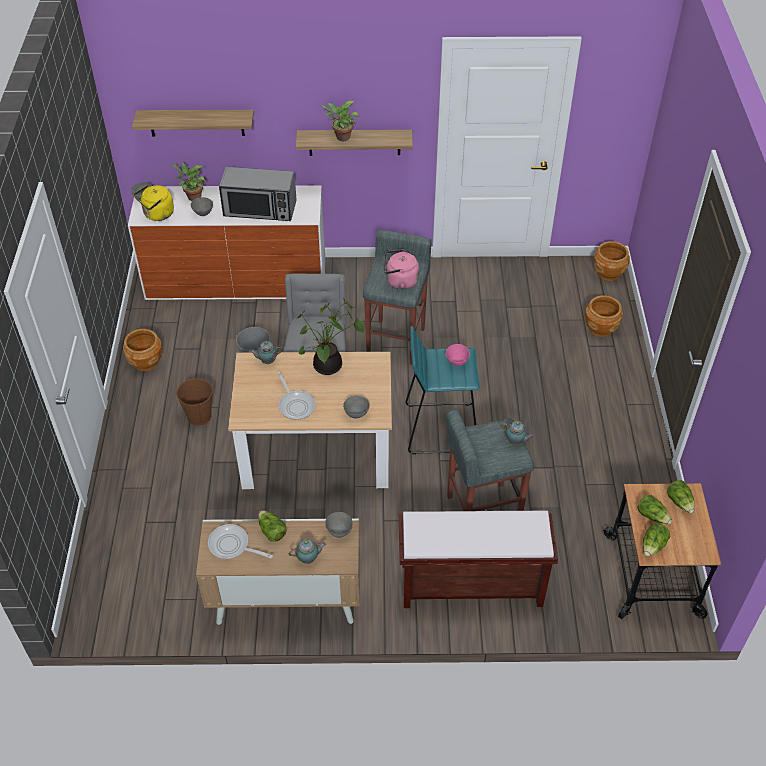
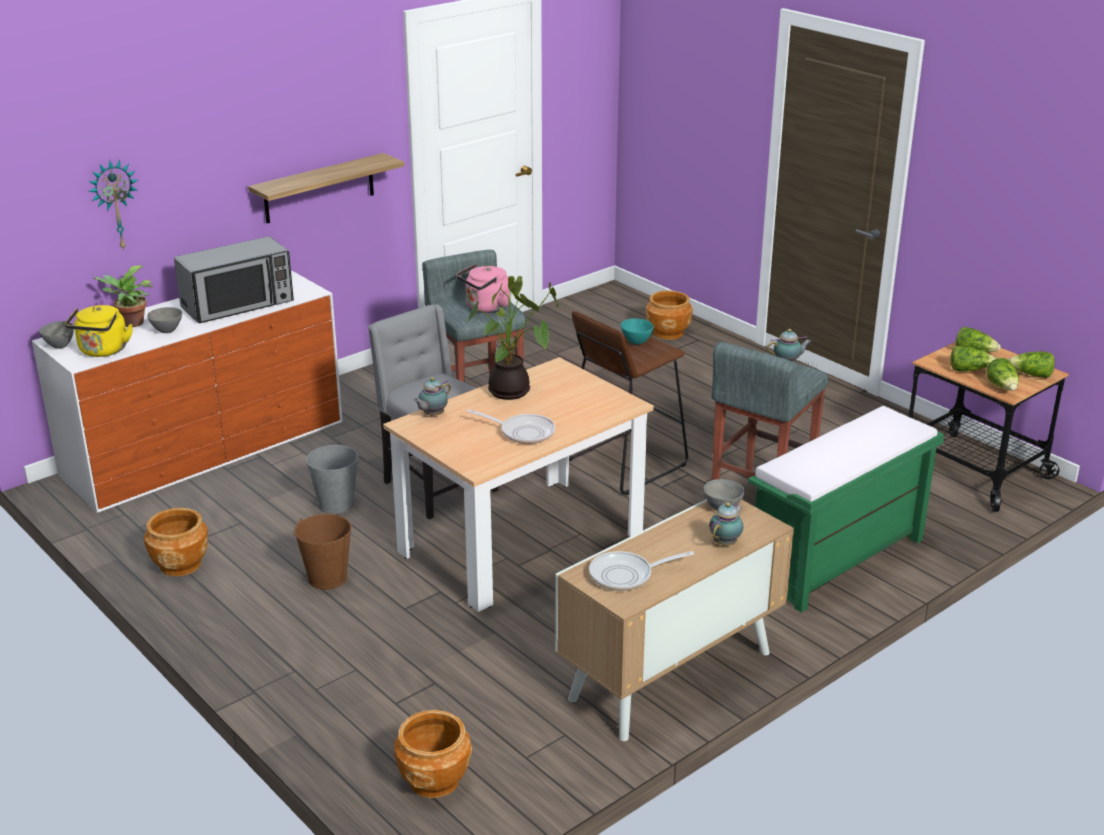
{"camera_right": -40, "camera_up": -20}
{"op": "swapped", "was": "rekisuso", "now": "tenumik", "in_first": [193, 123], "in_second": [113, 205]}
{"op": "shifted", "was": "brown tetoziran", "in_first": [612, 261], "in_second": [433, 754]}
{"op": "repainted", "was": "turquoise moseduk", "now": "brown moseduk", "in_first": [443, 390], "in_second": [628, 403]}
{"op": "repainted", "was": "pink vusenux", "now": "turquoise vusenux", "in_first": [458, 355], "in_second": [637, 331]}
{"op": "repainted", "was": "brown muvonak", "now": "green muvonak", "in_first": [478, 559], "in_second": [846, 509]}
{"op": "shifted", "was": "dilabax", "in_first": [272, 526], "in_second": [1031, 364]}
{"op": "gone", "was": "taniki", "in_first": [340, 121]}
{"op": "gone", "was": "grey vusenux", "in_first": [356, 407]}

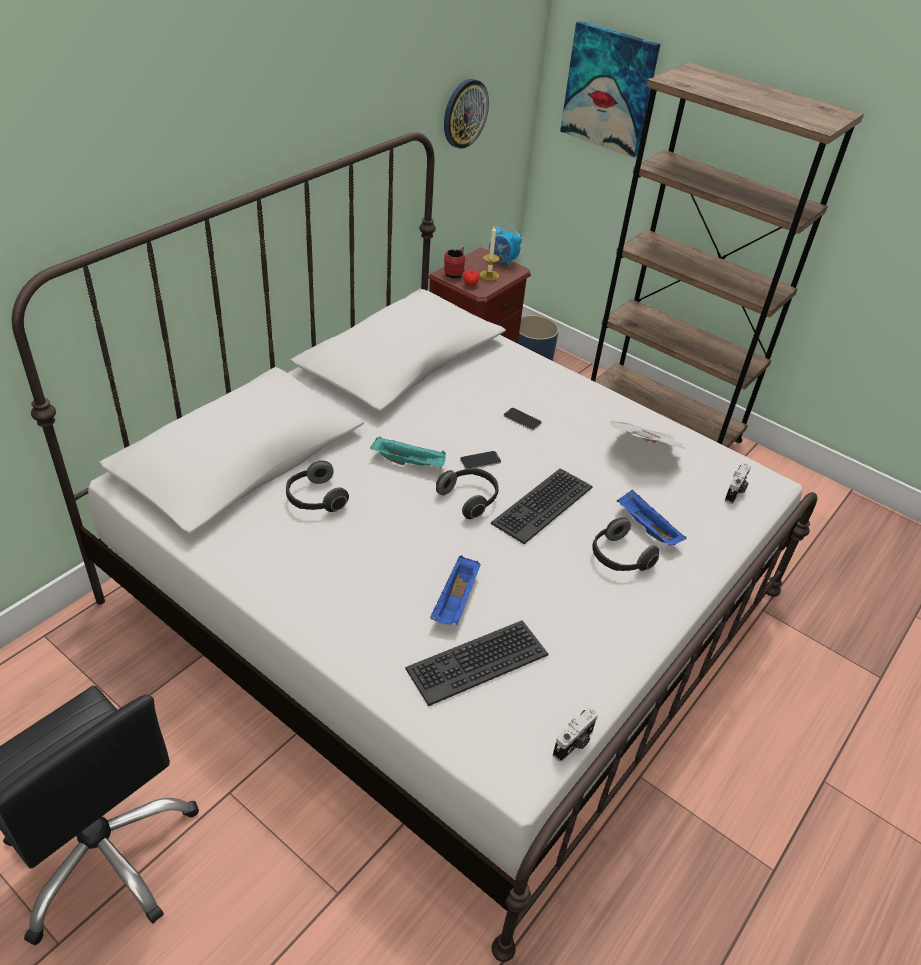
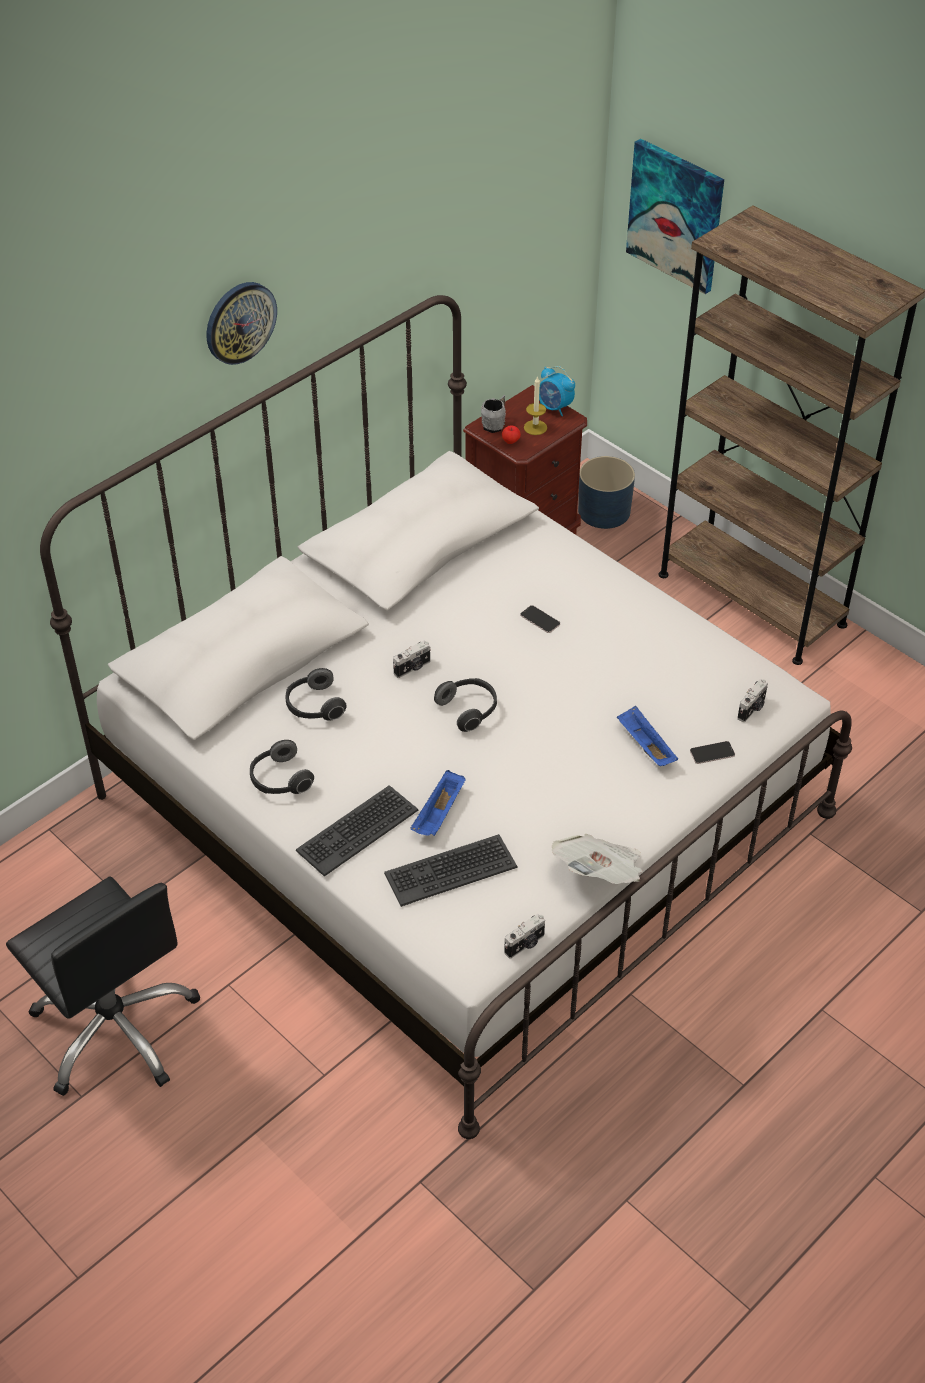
{"camera_right": 10, "camera_up": 5}
{"op": "shifted", "was": "tenumik", "in_first": [466, 114], "in_second": [241, 323]}
{"op": "shifted", "was": "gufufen", "in_first": [625, 544], "in_second": [282, 767]}
{"op": "shifted", "was": "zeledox", "in_first": [541, 506], "in_second": [357, 831]}
{"op": "swapped", "was": "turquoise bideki", "now": "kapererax", "in_first": [408, 452], "in_second": [412, 659]}
{"op": "repainted", "was": "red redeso", "now": "grey redeso", "in_first": [454, 263], "in_second": [493, 414]}
{"op": "shifted", "was": "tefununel", "in_first": [648, 435], "in_second": [597, 859]}
{"op": "shifted", "was": "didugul", "in_first": [480, 460], "in_second": [712, 752]}

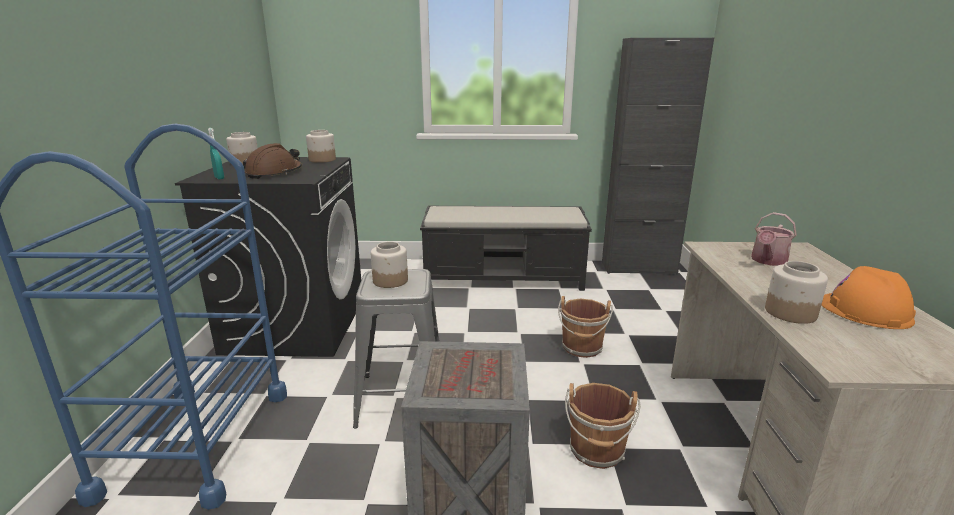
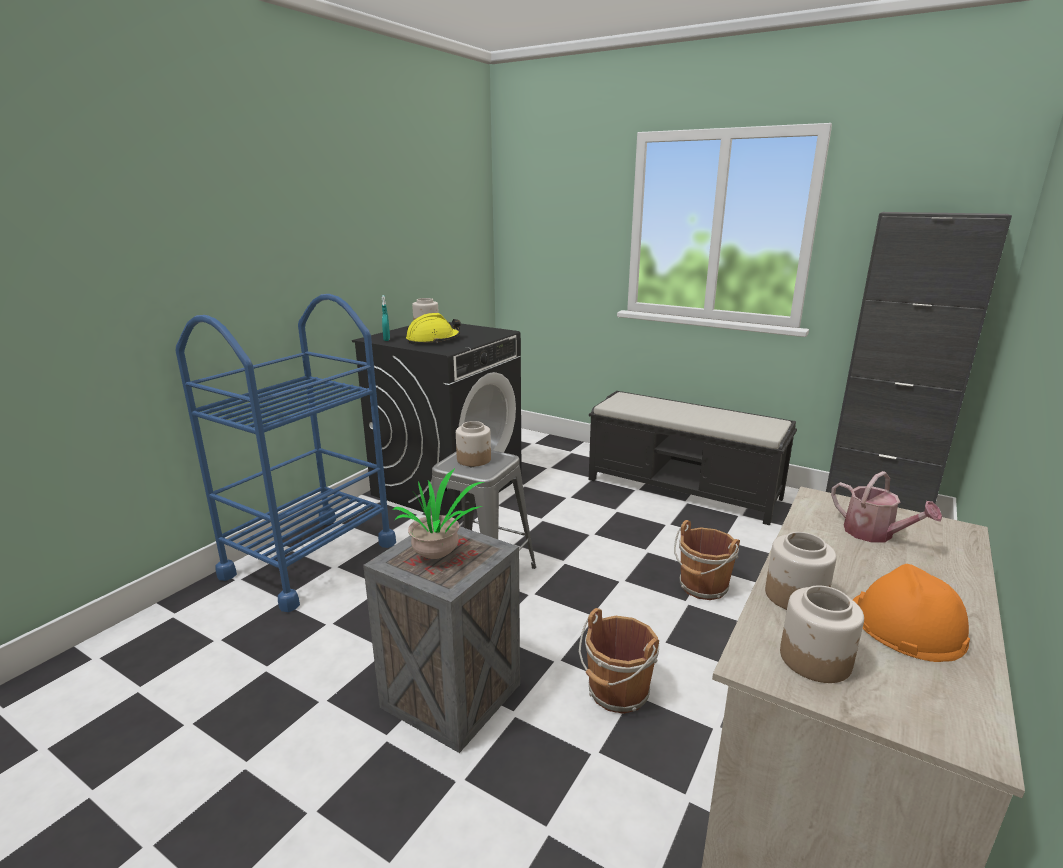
{"camera_right": 30, "camera_up": 0}
{"op": "new", "now": "taniki", "in_second": [438, 513]}
{"op": "repainted", "was": "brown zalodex", "now": "yellow zalodex", "in_first": [272, 161], "in_second": [433, 328]}
{"op": "shifted", "was": "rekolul", "in_first": [321, 146], "in_second": [822, 634]}
{"op": "rotated", "was": "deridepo", "in_first": [774, 239], "in_second": [886, 506], "clockwise": -105}

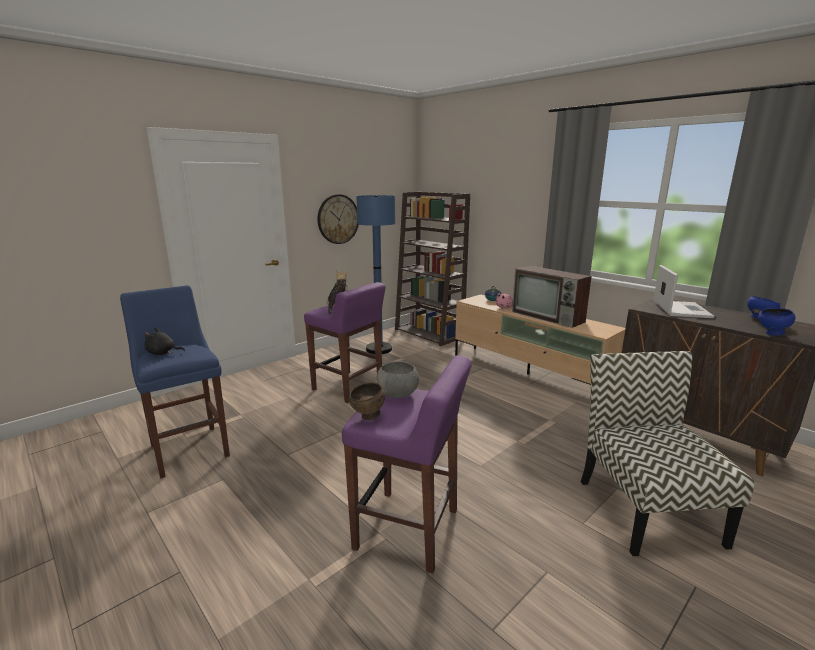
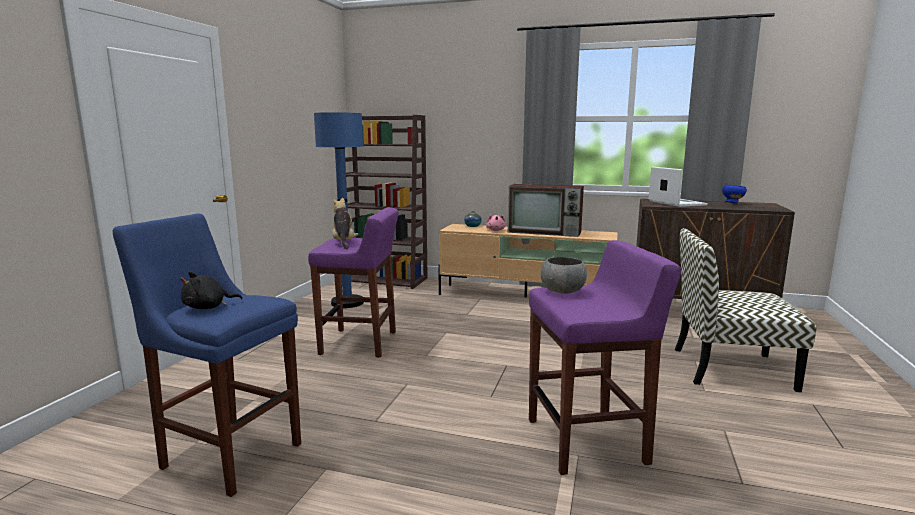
{"camera_right": -30, "camera_up": -5}
{"op": "rotated", "was": "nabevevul", "in_first": [667, 453], "in_second": [745, 310], "clockwise": -45}
{"op": "gone", "was": "tenumik", "in_first": [338, 219]}
{"op": "gone", "was": "brown vusenux", "in_first": [367, 401]}
{"op": "gone", "was": "blue vusenux", "in_first": [776, 322]}

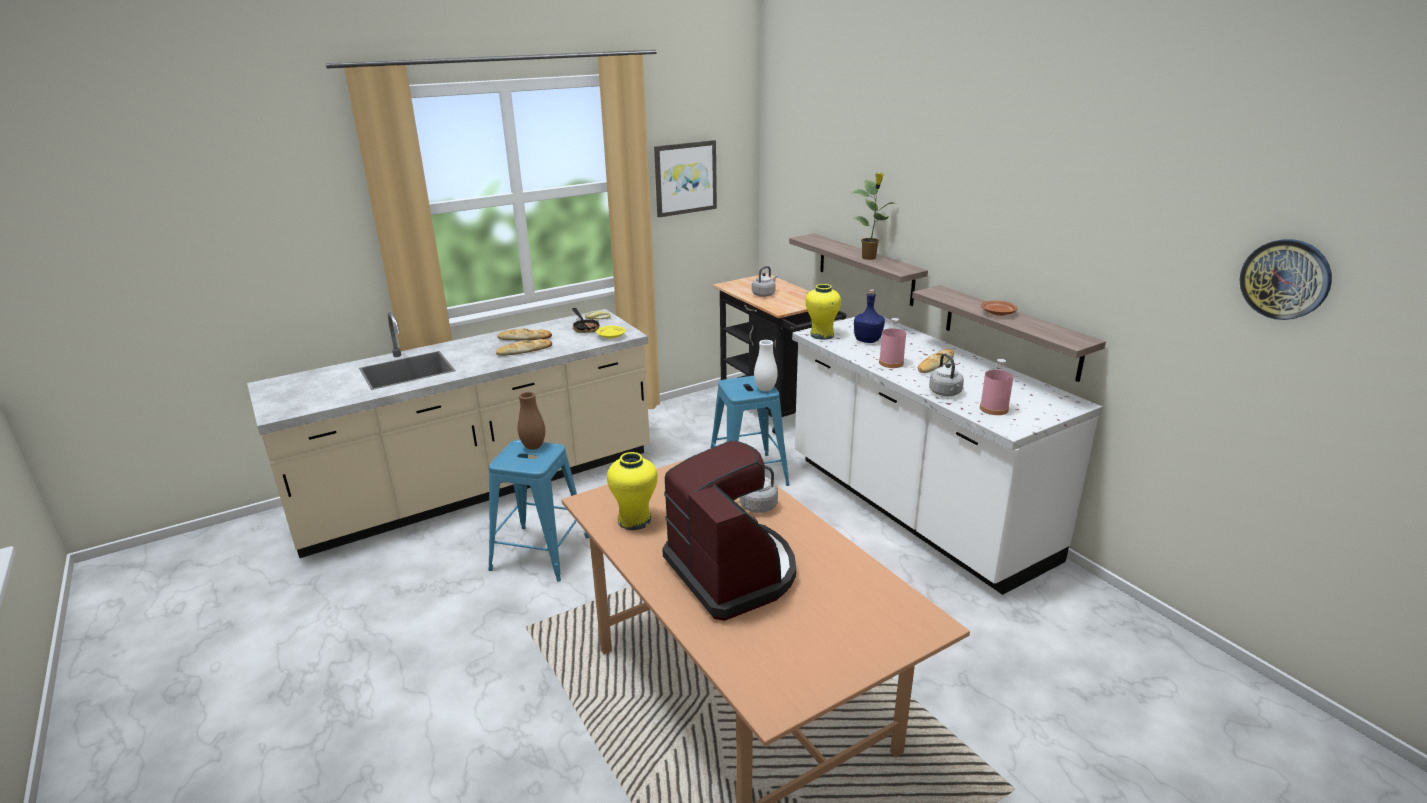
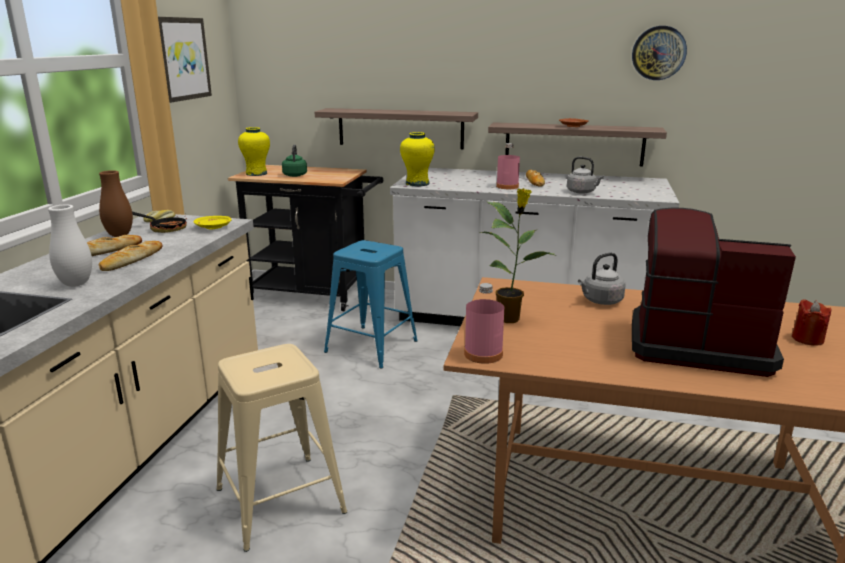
{"camera_right": -45, "camera_up": -5}
{"op": "shifted", "was": "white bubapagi", "in_first": [766, 365], "in_second": [70, 245]}
{"op": "shifted", "was": "brown bubapagi", "in_first": [531, 421], "in_second": [116, 203]}
{"op": "repainted", "was": "blue moseduk", "now": "beige moseduk", "in_first": [538, 511], "in_second": [281, 448]}
{"op": "shifted", "was": "yellow bubapagi", "in_first": [632, 491], "in_second": [254, 151]}
{"op": "repainted", "was": "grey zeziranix", "now": "green zeziranix", "in_first": [764, 281], "in_second": [294, 160]}
{"op": "shifted", "was": "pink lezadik", "in_first": [996, 387], "in_second": [484, 323]}
{"op": "shifted", "was": "taniki", "in_first": [872, 216], "in_second": [519, 255]}
{"op": "shifted", "was": "tenumik", "in_first": [1286, 279], "in_second": [659, 53]}
{"op": "new", "now": "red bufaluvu", "in_second": [812, 322]}
{"op": "gone", "was": "blue lezadik", "in_first": [869, 316]}

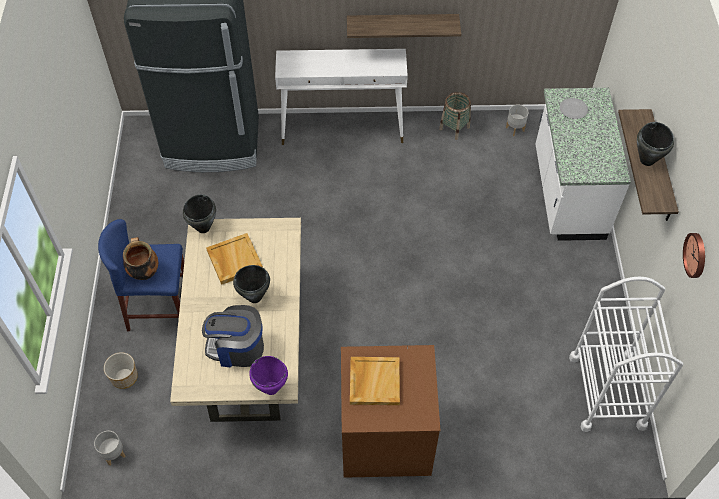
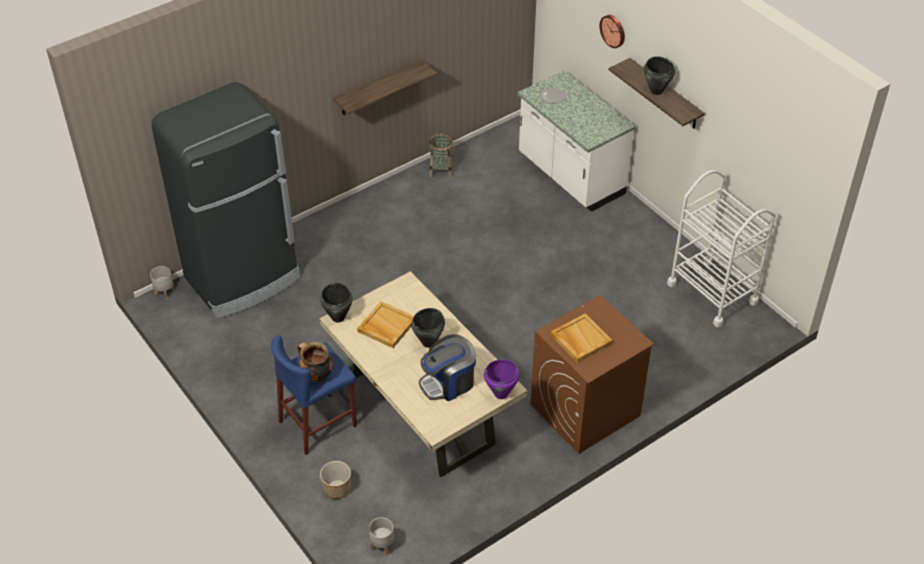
{"camera_right": -35, "camera_up": -10}
{"op": "shifted", "was": "grey tetoziran", "in_first": [517, 120], "in_second": [162, 283]}
{"op": "shifted", "was": "tenumik", "in_first": [694, 255], "in_second": [612, 31]}
{"op": "gone", "was": "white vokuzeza", "in_first": [341, 97]}

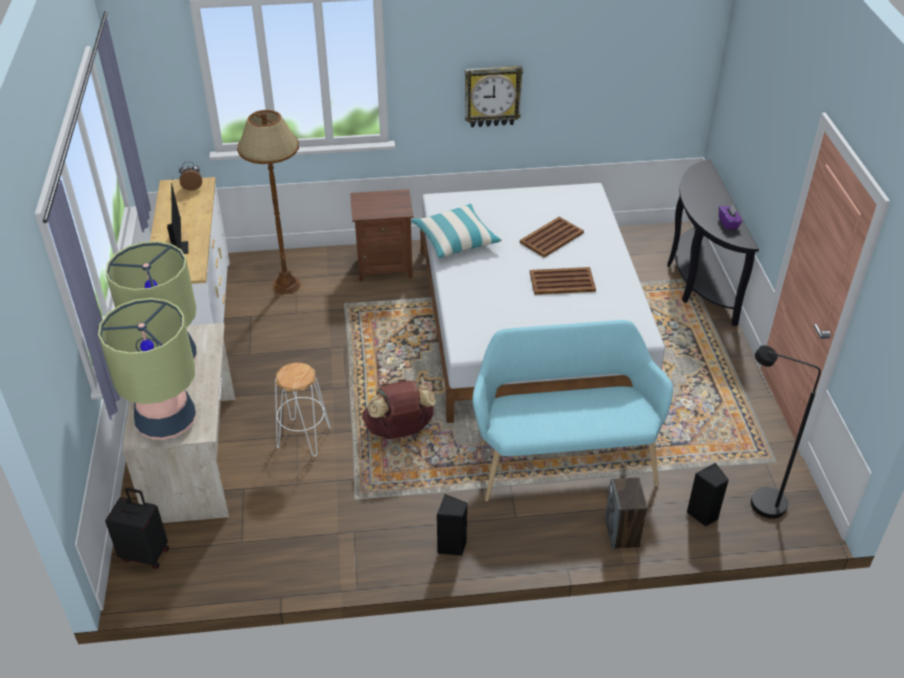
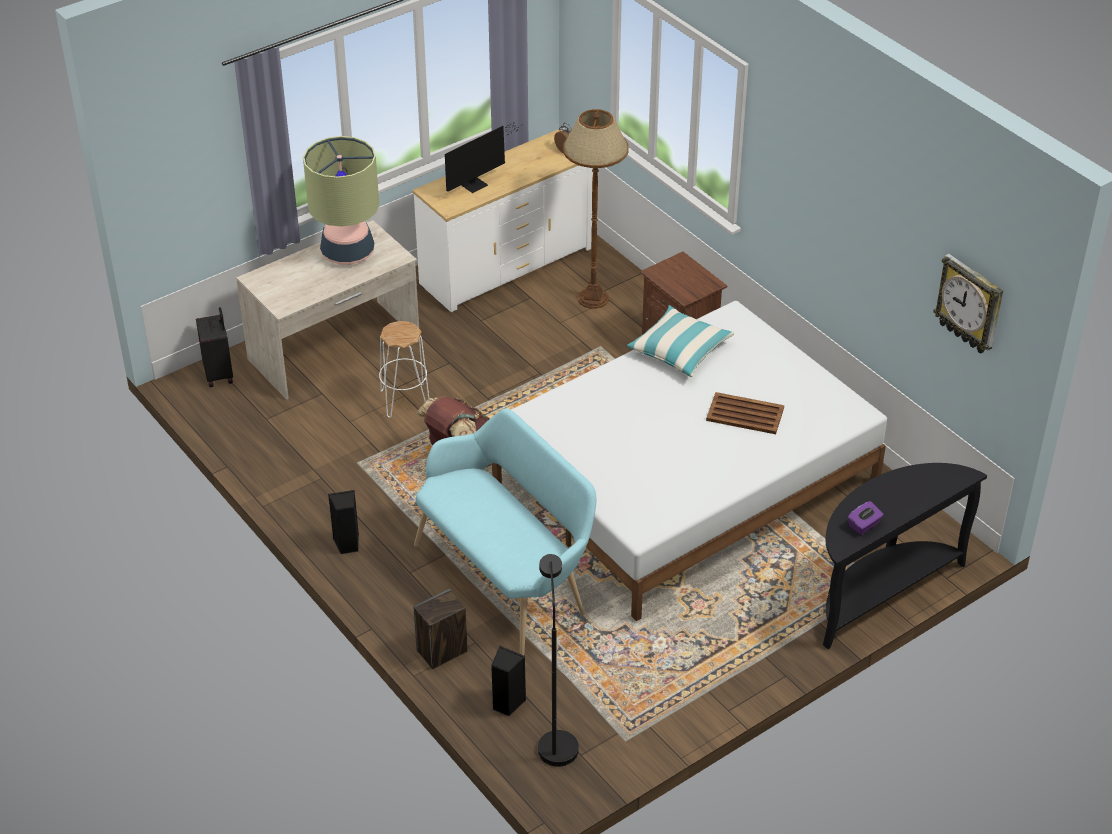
{"camera_right": 60, "camera_up": 0}
{"op": "shifted", "was": "tenumik", "in_first": [494, 96], "in_second": [968, 303]}
{"op": "gone", "was": "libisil", "in_first": [147, 369]}
{"op": "gone", "was": "brown bideki", "in_first": [563, 281]}

